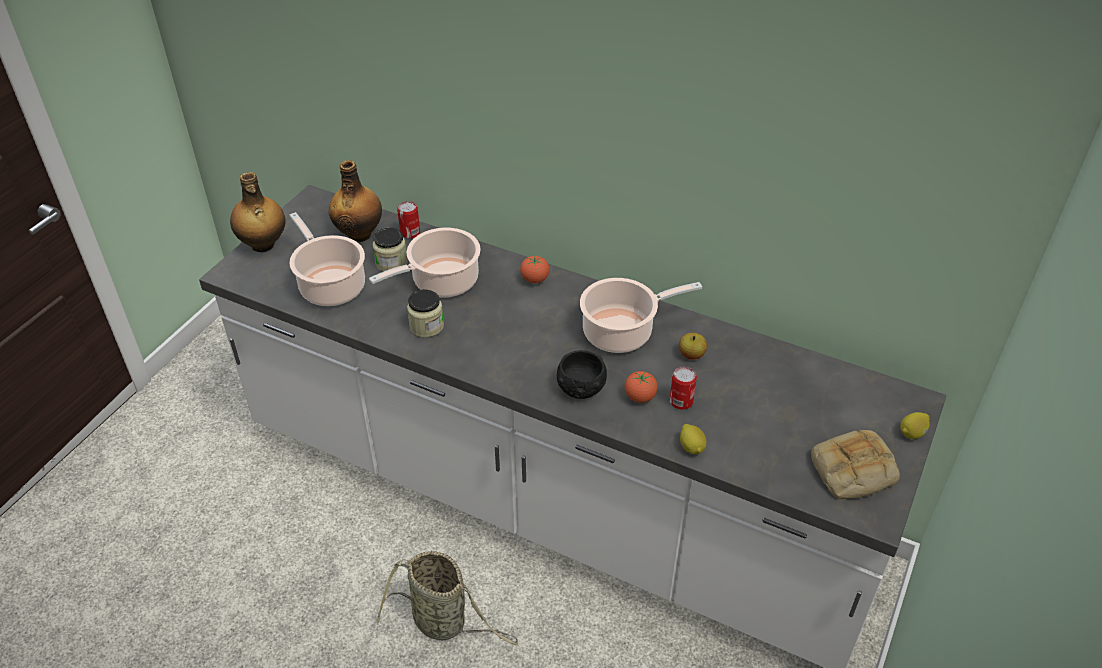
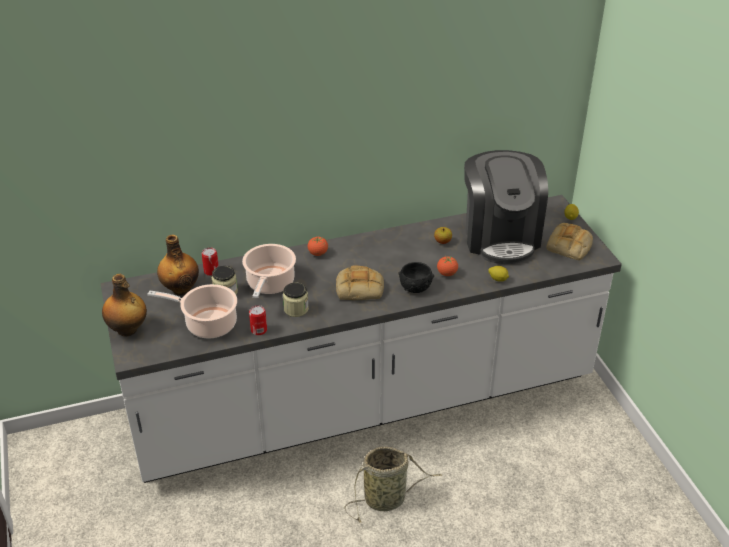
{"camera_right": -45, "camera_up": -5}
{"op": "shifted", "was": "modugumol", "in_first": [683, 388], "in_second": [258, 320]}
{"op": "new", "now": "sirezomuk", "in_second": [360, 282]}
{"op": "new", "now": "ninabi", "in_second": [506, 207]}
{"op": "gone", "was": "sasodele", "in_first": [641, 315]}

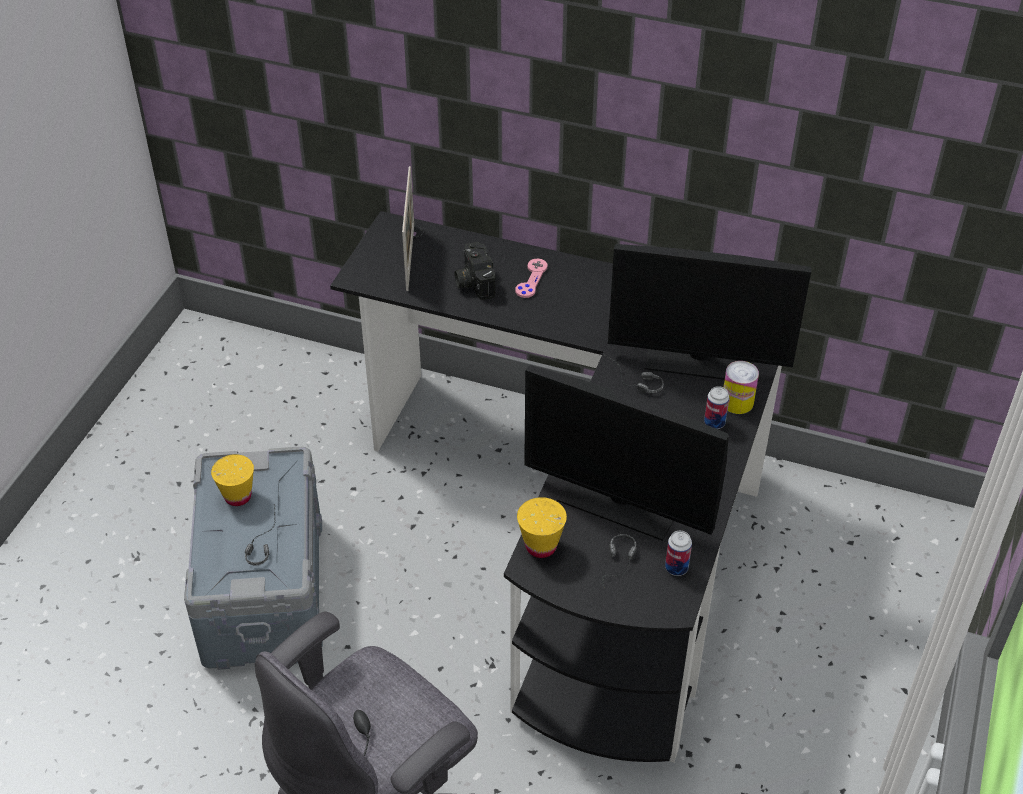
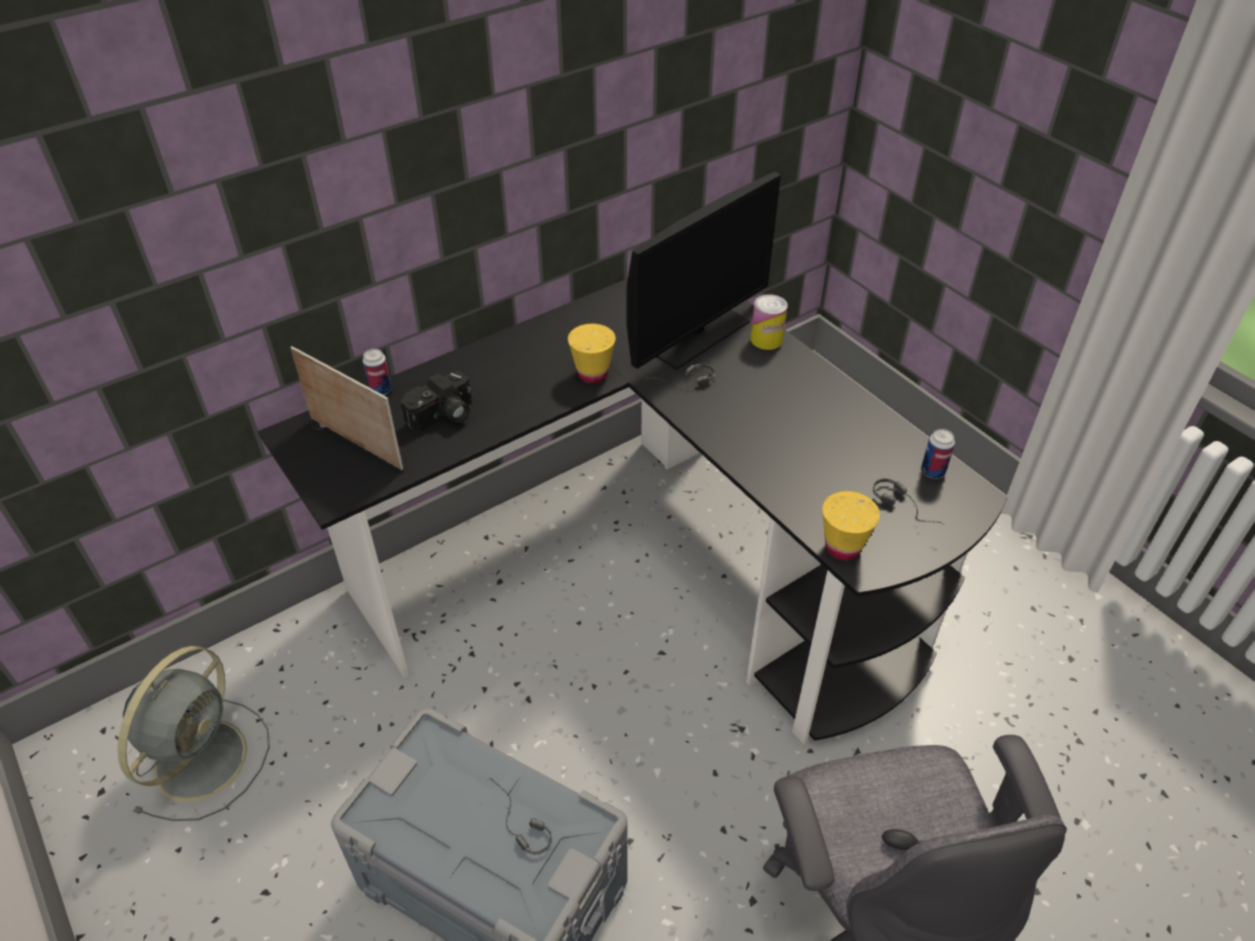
{"camera_right": -55, "camera_up": 0}
{"op": "new", "now": "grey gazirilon", "in_second": [193, 733]}
{"op": "shifted", "was": "modugumol", "in_first": [716, 407], "in_second": [377, 372]}
{"op": "rotated", "was": "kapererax", "in_first": [475, 271], "in_second": [436, 402], "clockwise": -60}
{"op": "shifted", "was": "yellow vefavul", "in_first": [232, 480], "in_second": [592, 353]}
{"op": "gone", "was": "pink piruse", "in_first": [531, 278]}
{"op": "gone", "was": "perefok", "in_first": [626, 453]}

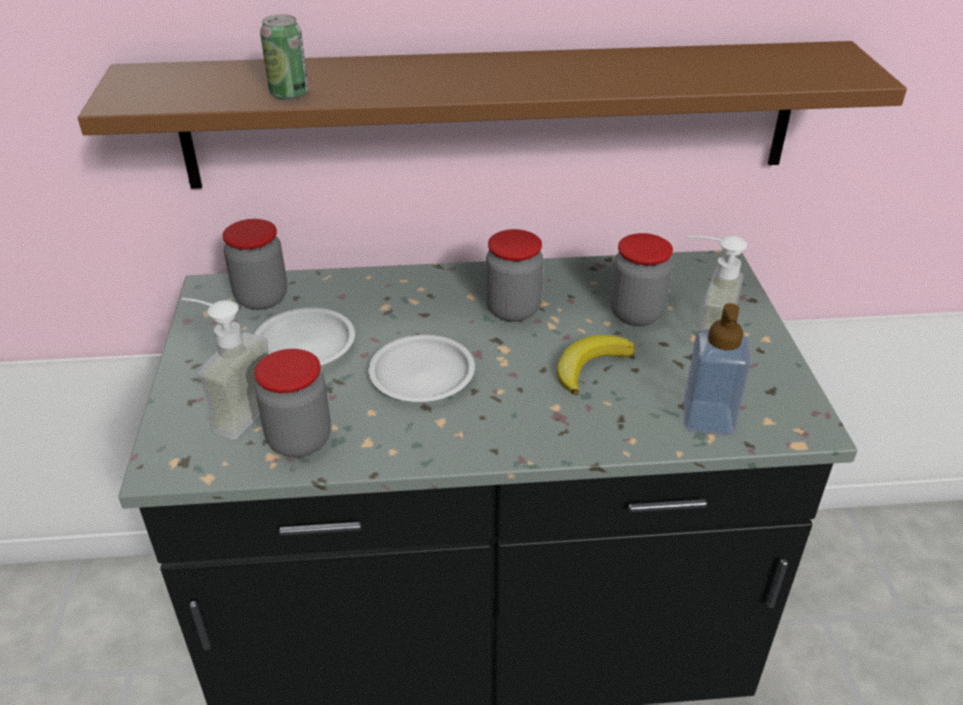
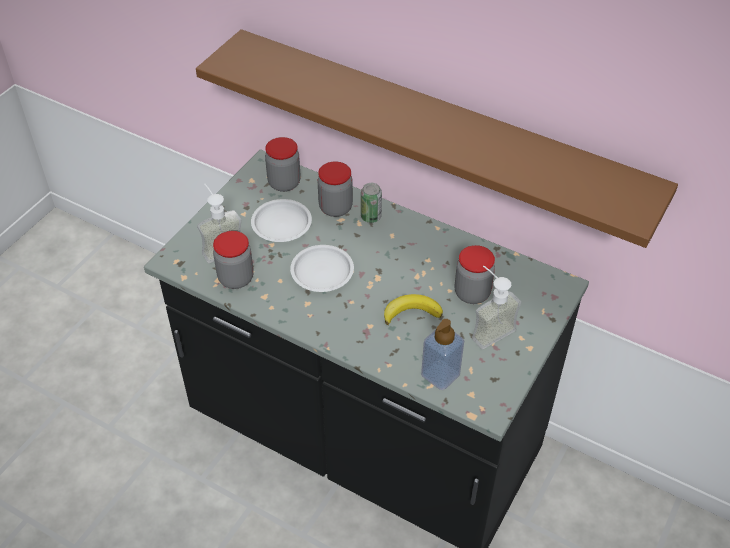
{"camera_right": 35, "camera_up": 10}
{"op": "shifted", "was": "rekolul", "in_first": [514, 275], "in_second": [335, 189]}
{"op": "shifted", "was": "modugumol", "in_first": [284, 57], "in_second": [371, 203]}

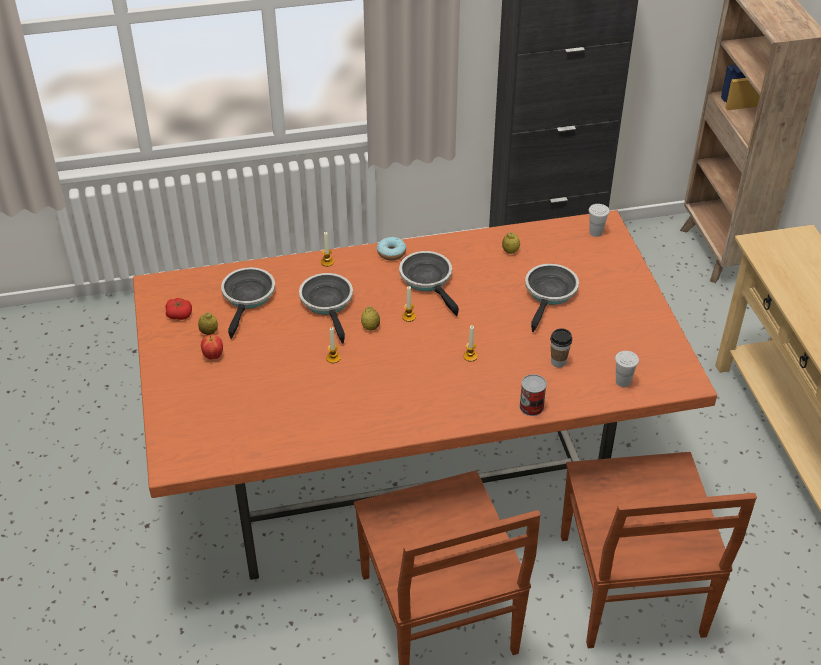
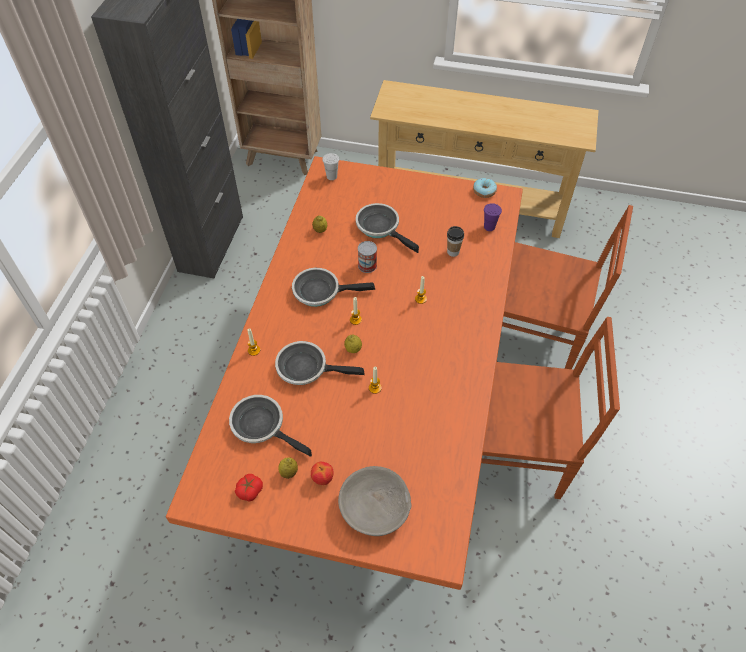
{"camera_right": -65, "camera_up": 10}
{"op": "new", "now": "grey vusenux", "in_second": [375, 501]}
{"op": "shifted", "was": "modugumol", "in_first": [533, 395], "in_second": [367, 257]}
{"op": "shifted", "was": "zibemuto", "in_first": [391, 249], "in_second": [485, 188]}
{"op": "repainted", "was": "white vefavul", "now": "purple vefavul", "in_first": [627, 369], "in_second": [493, 217]}

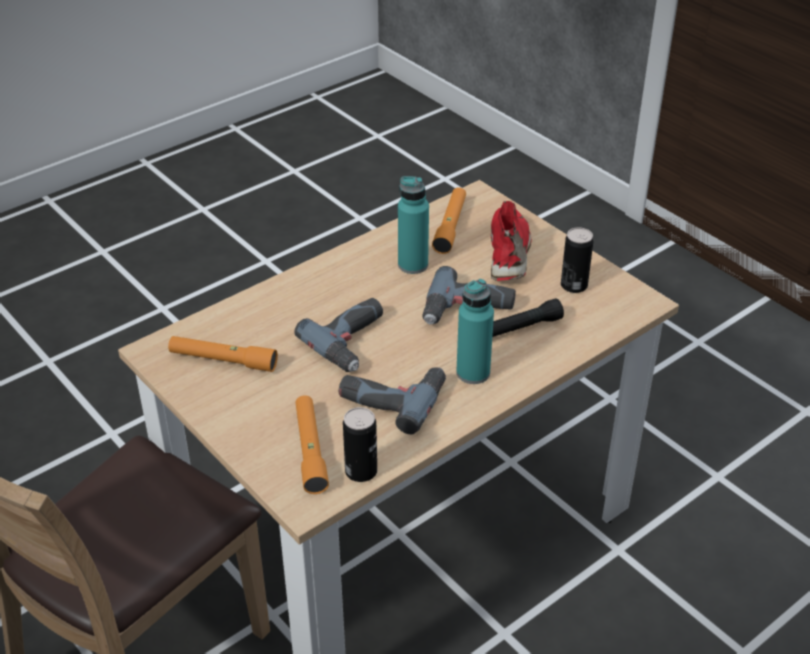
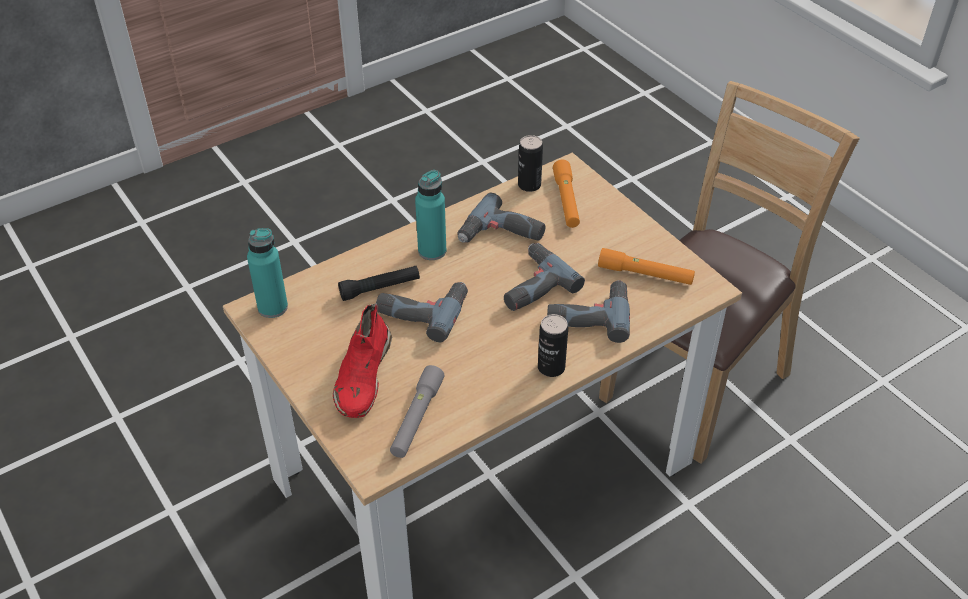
{"camera_right": -175, "camera_up": 5}
{"op": "shifted", "was": "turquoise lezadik", "in_first": [413, 225], "in_second": [267, 273]}
{"op": "repainted", "was": "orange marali", "now": "grey marali", "in_first": [449, 220], "in_second": [417, 411]}
{"op": "shifted", "was": "modugumol", "in_first": [577, 260], "in_second": [553, 345]}
{"op": "new", "now": "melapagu", "in_second": [588, 311]}

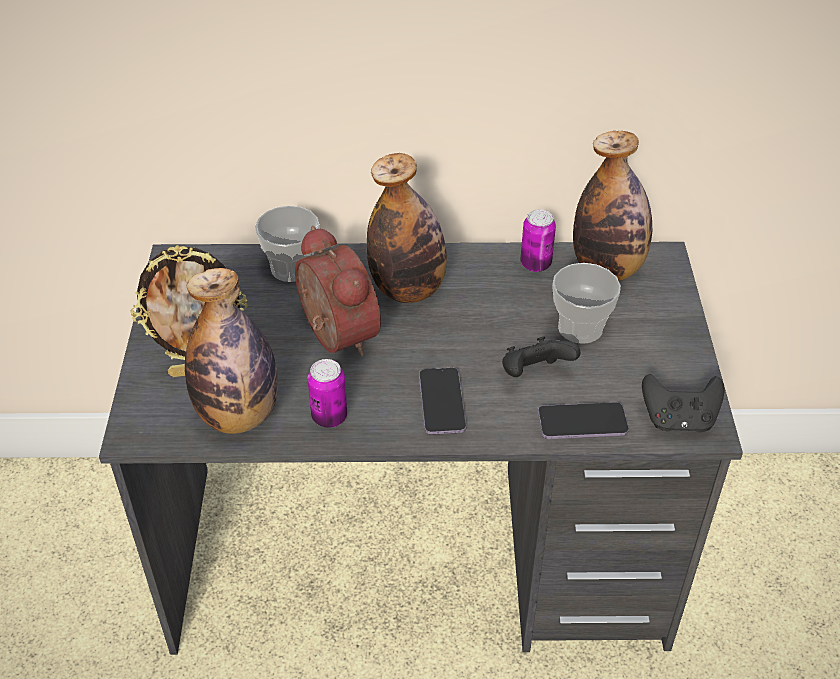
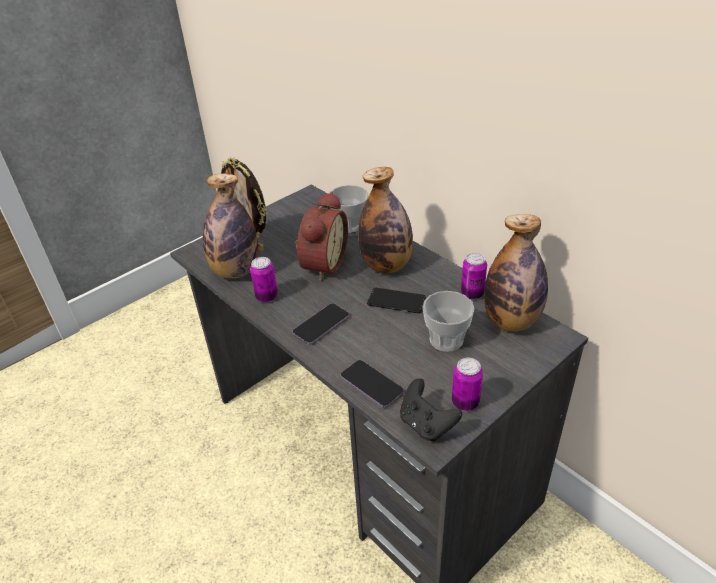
{"camera_right": 50, "camera_up": -5}
{"op": "new", "now": "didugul", "in_second": [396, 300]}
{"op": "new", "now": "modugumol", "in_second": [467, 384]}
{"op": "gone", "was": "black piruse", "in_first": [541, 357]}

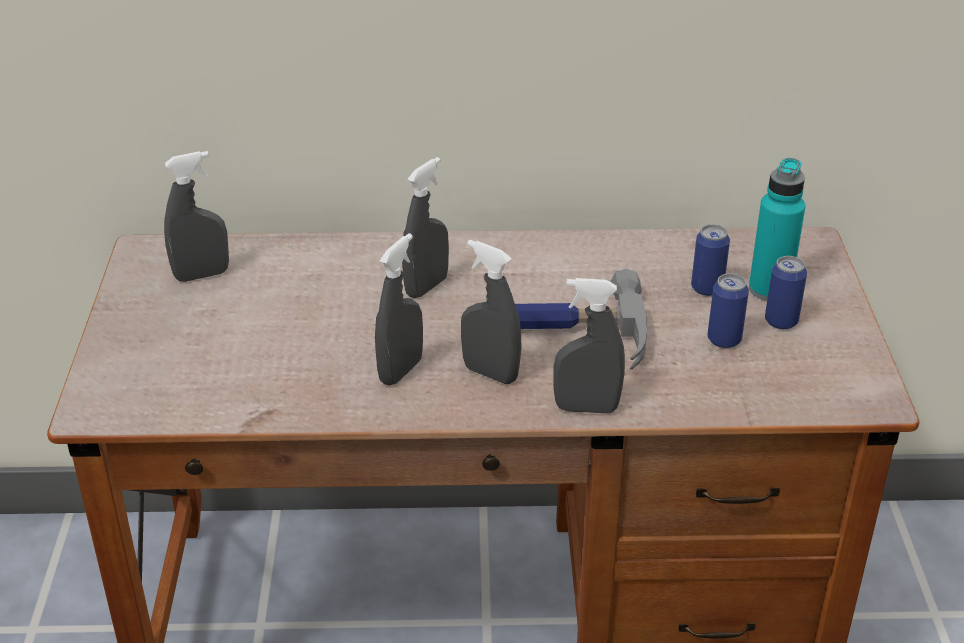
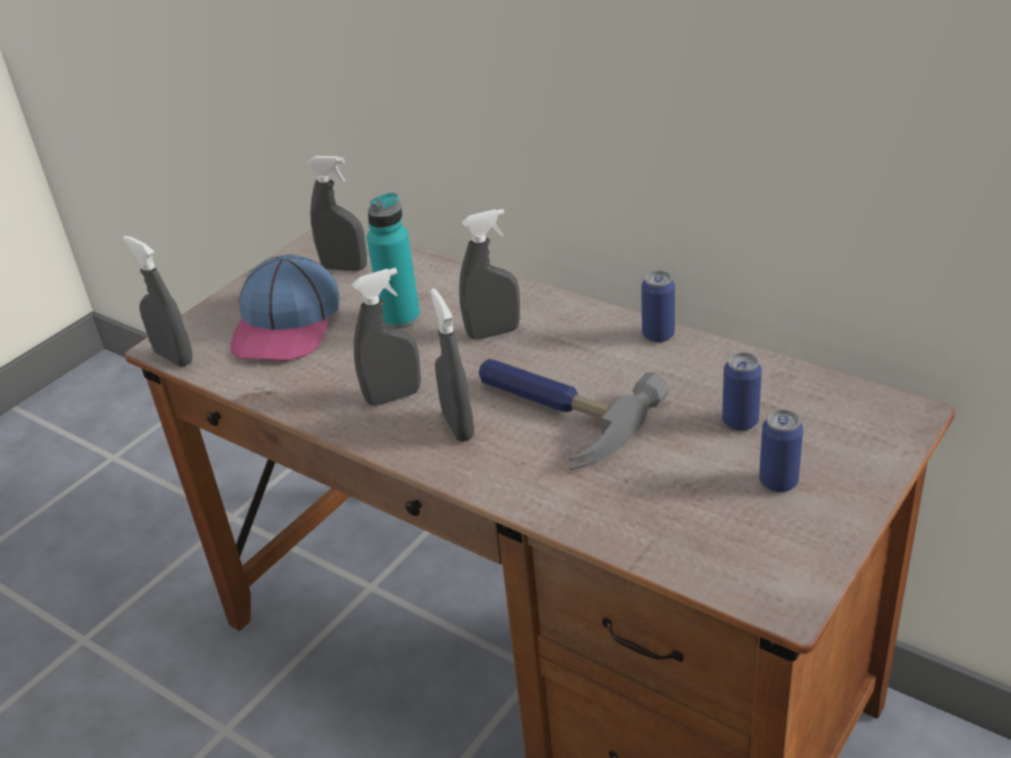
{"camera_right": 40, "camera_up": 0}
{"op": "shifted", "was": "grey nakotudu", "in_first": [589, 346], "in_second": [158, 301]}
{"op": "new", "now": "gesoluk", "in_second": [285, 308]}
{"op": "shifted", "was": "turquoise lezadik", "in_first": [777, 229], "in_second": [393, 261]}
{"op": "shifted", "was": "modugumol", "in_first": [728, 310], "in_second": [658, 307]}

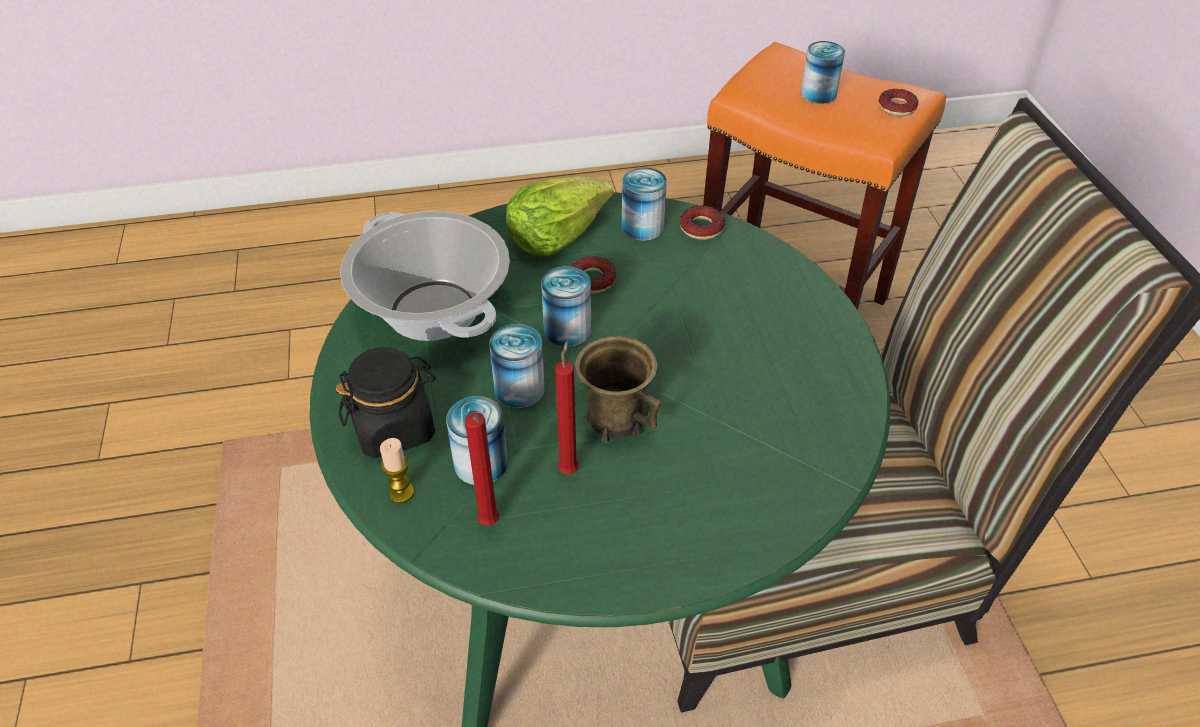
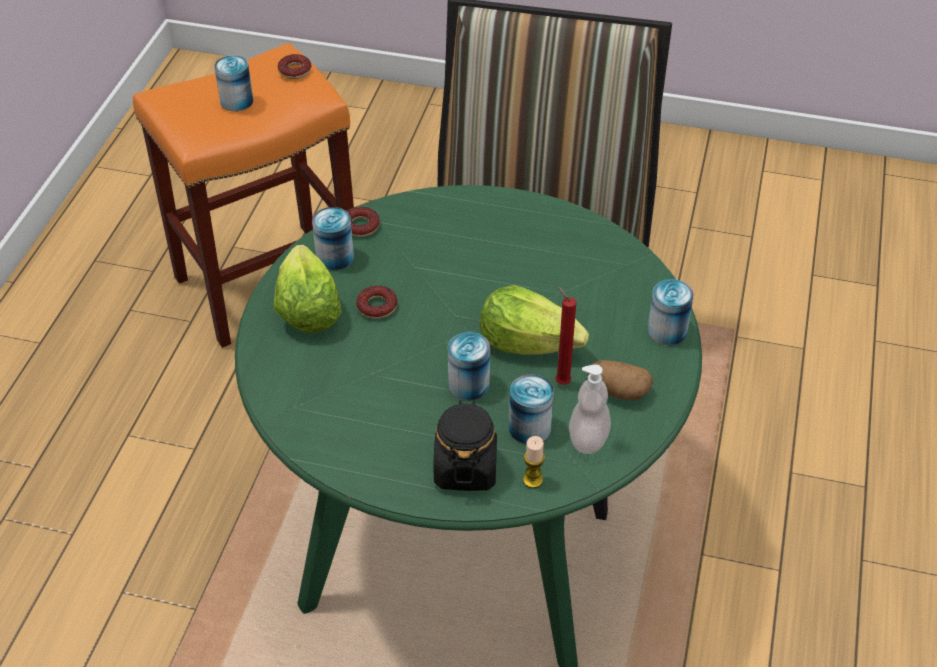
{"camera_right": -65, "camera_up": 0}
{"op": "swapped", "was": "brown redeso", "now": "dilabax", "in_first": [618, 389], "in_second": [534, 320]}
{"op": "swapped", "was": "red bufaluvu", "now": "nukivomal", "in_first": [482, 469], "in_second": [590, 409]}
{"op": "new", "now": "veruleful", "in_second": [620, 380]}
{"op": "shifted", "was": "modugumol", "in_first": [566, 306], "in_second": [670, 312]}
{"op": "gone", "was": "sasodele", "in_first": [425, 276]}

